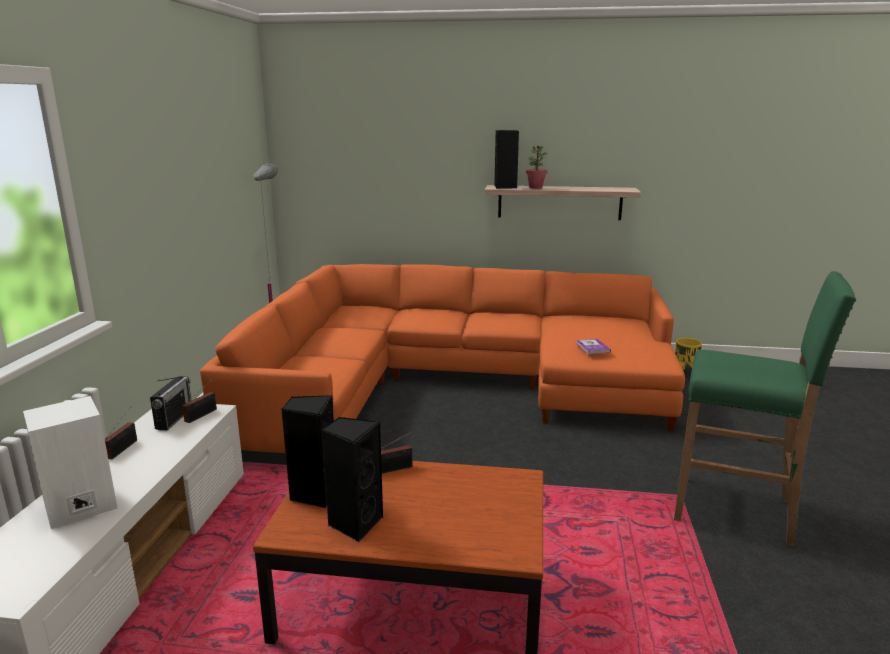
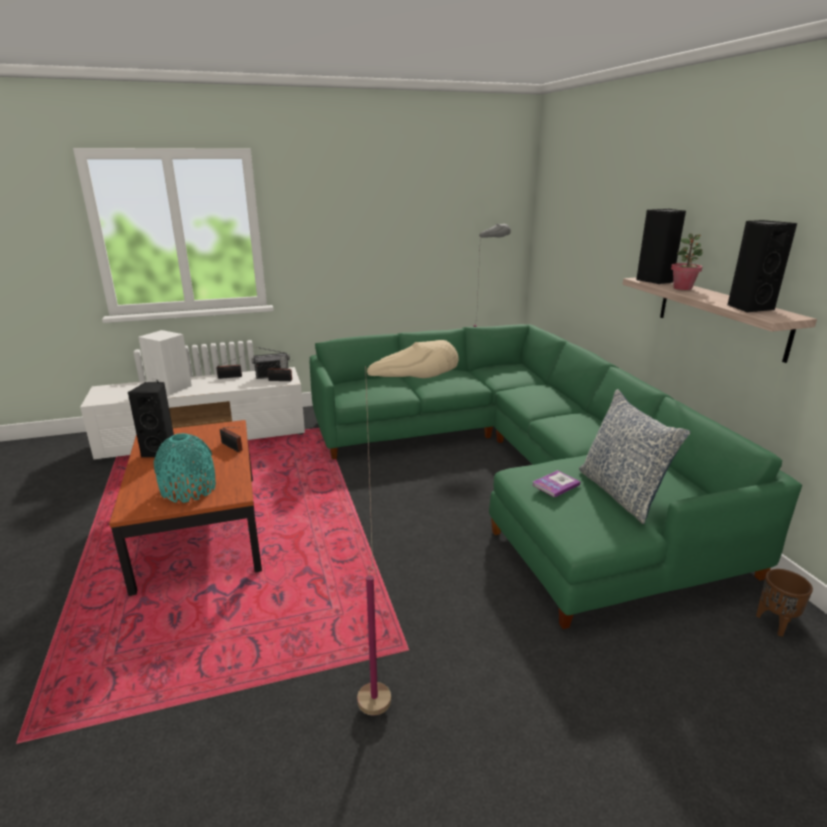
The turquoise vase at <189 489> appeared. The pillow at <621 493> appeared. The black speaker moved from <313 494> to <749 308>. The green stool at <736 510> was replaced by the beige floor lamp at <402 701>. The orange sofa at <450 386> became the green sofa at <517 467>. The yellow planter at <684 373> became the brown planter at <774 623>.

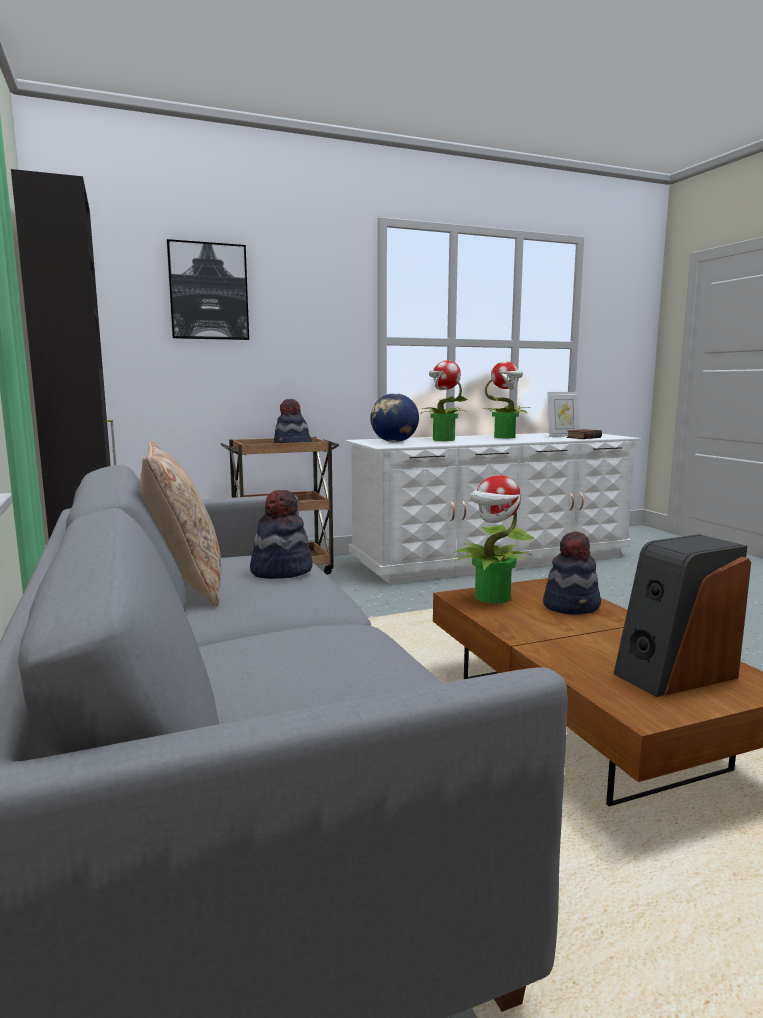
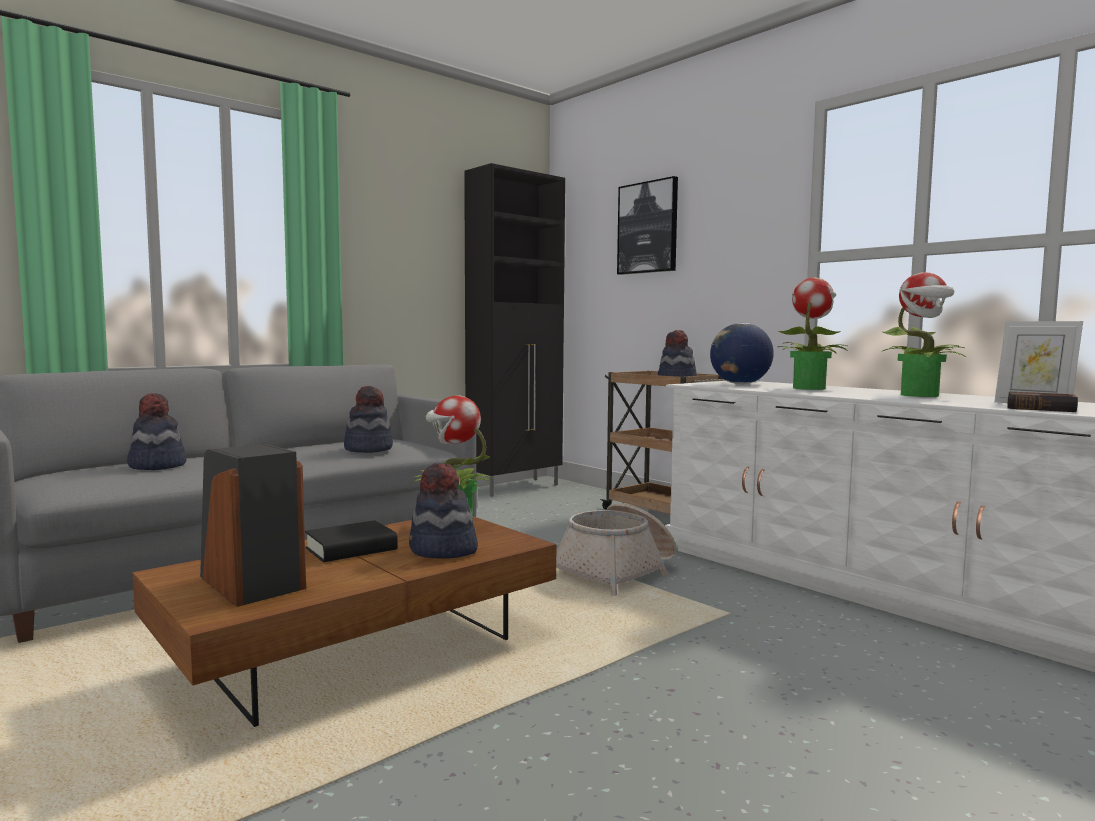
The beige pillow at <185 585> disappeared. The hat at <156 466> appeared. The black book at <351 549> appeared. The basket at <617 572> appeared.

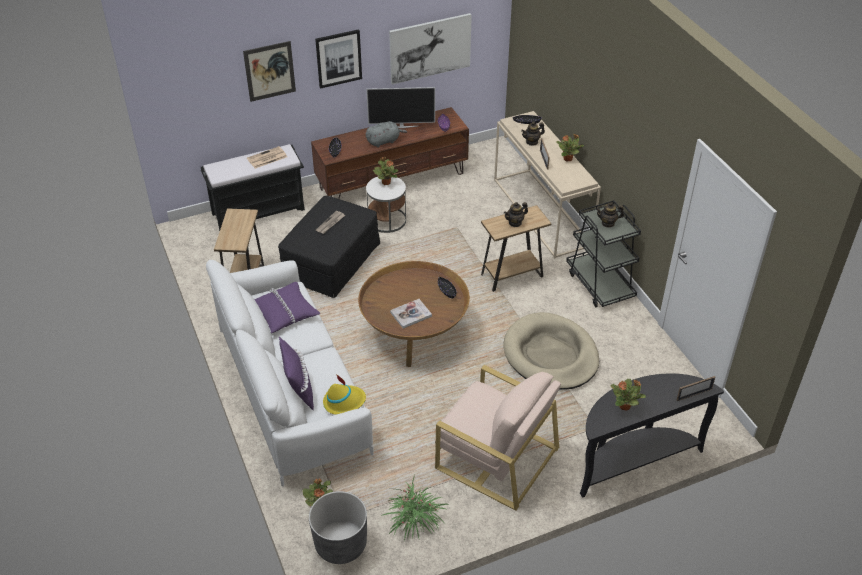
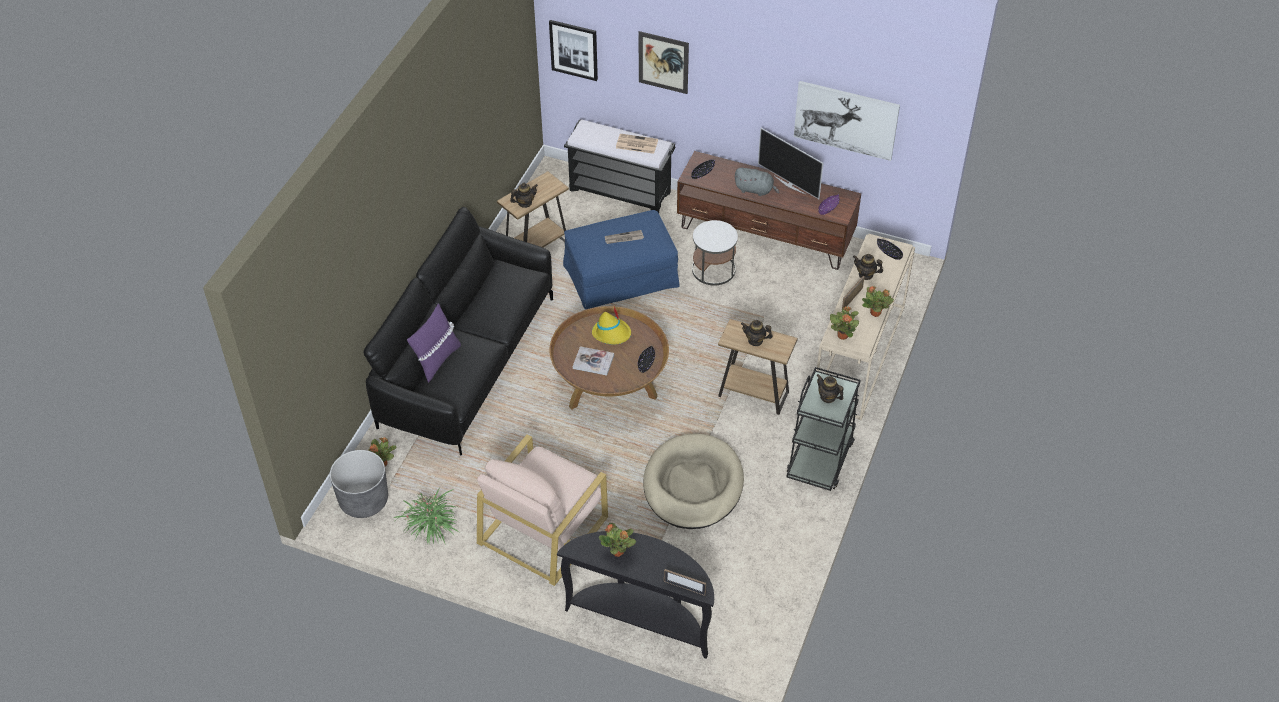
The purple pillow at <285 312> disappeared. The teapot at <525 203> appeared. The picture moved from <338 58> to <574 49>. The yellow hat moved from <344 401> to <612 333>. The potted plant moved from <386 182> to <843 335>. The white sofa at <292 389> became the black sofa at <467 361>. The black ottoman at <331 263> became the blue ottoman at <620 277>. The beige armchair at <496 457> turned 45 degrees clockwise.

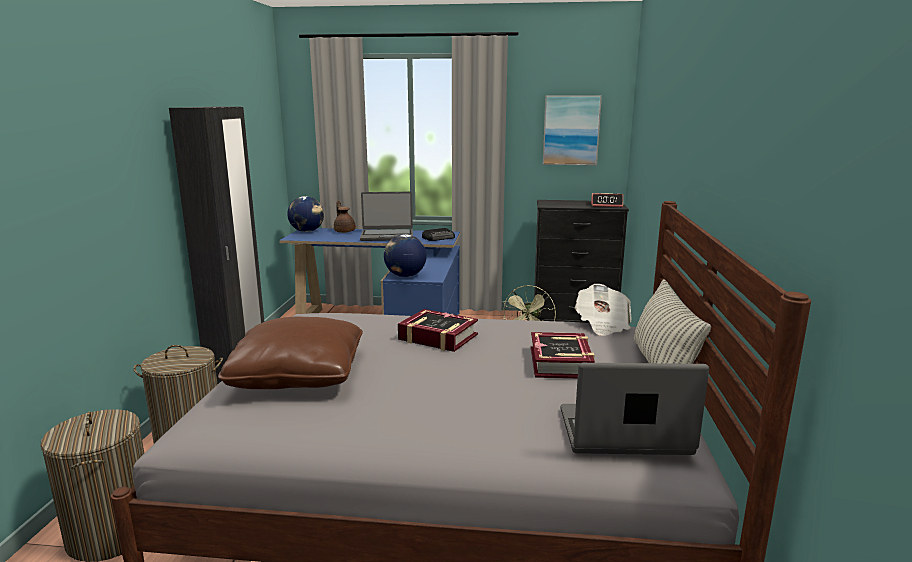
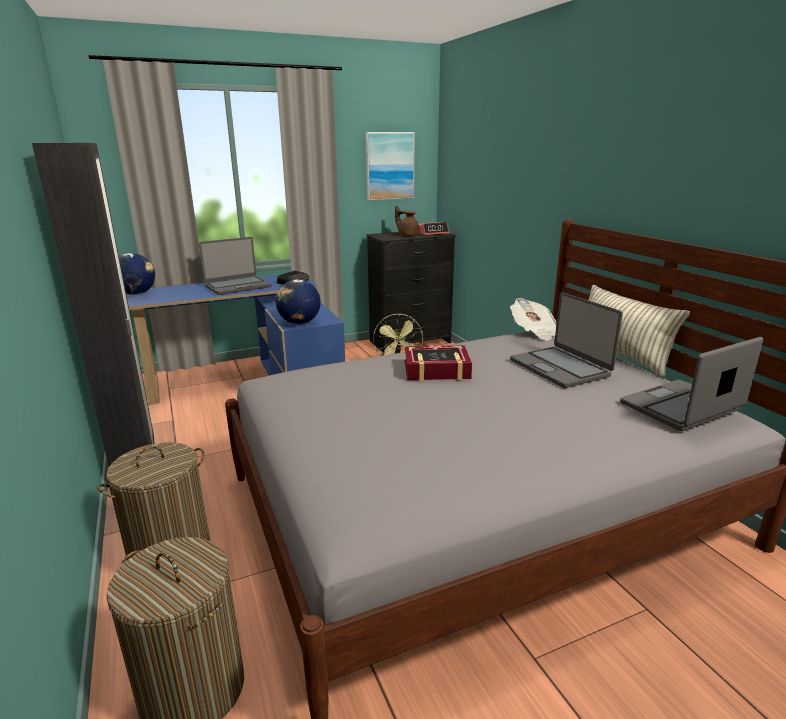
The brown pillow at <297 375> disappeared. The brown teapot moved from <344 231> to <408 235>. The book at <561 363> was replaced by the laptop at <560 368>.

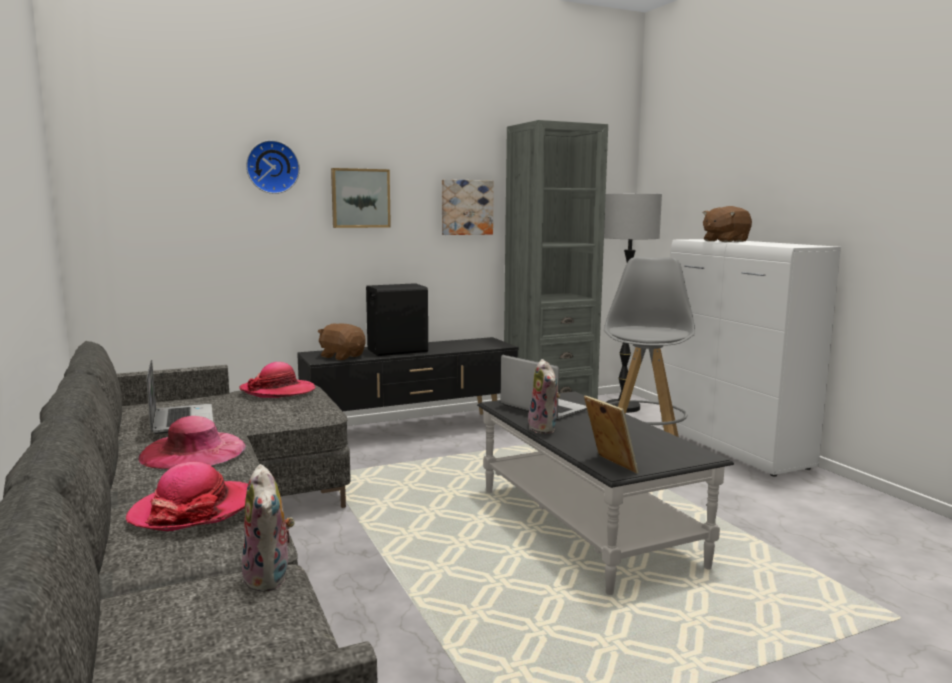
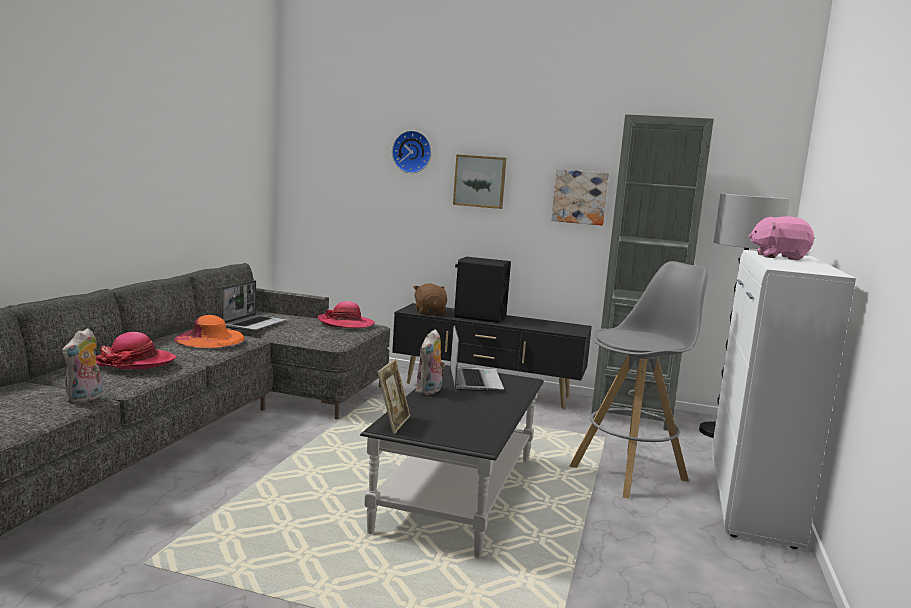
The pink hat at <193 451> became the orange hat at <209 339>. The brown plush toy at <725 241> became the pink plush toy at <778 257>.

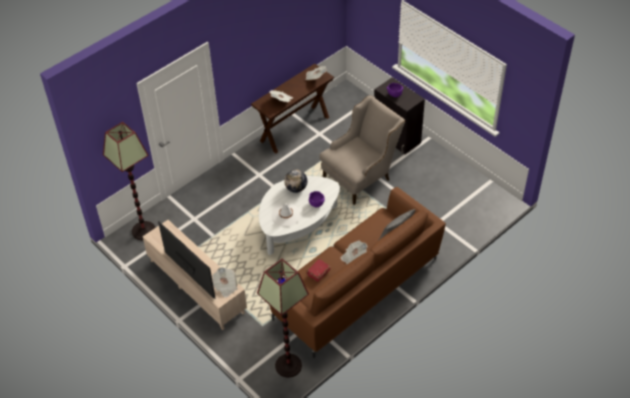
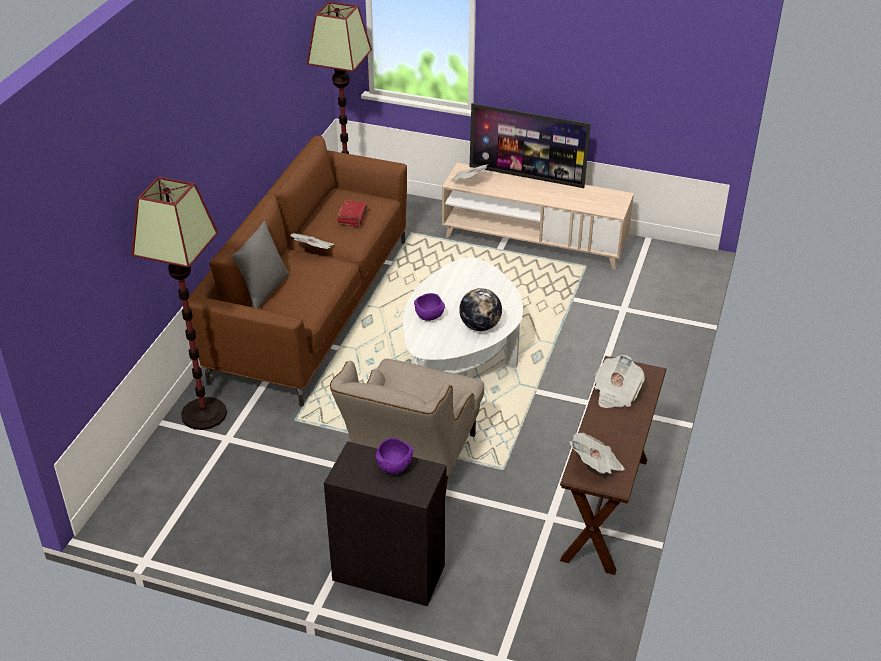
The white hat at <286 215> disappeared. The floor lamp moved from <143 231> to <204 413>.

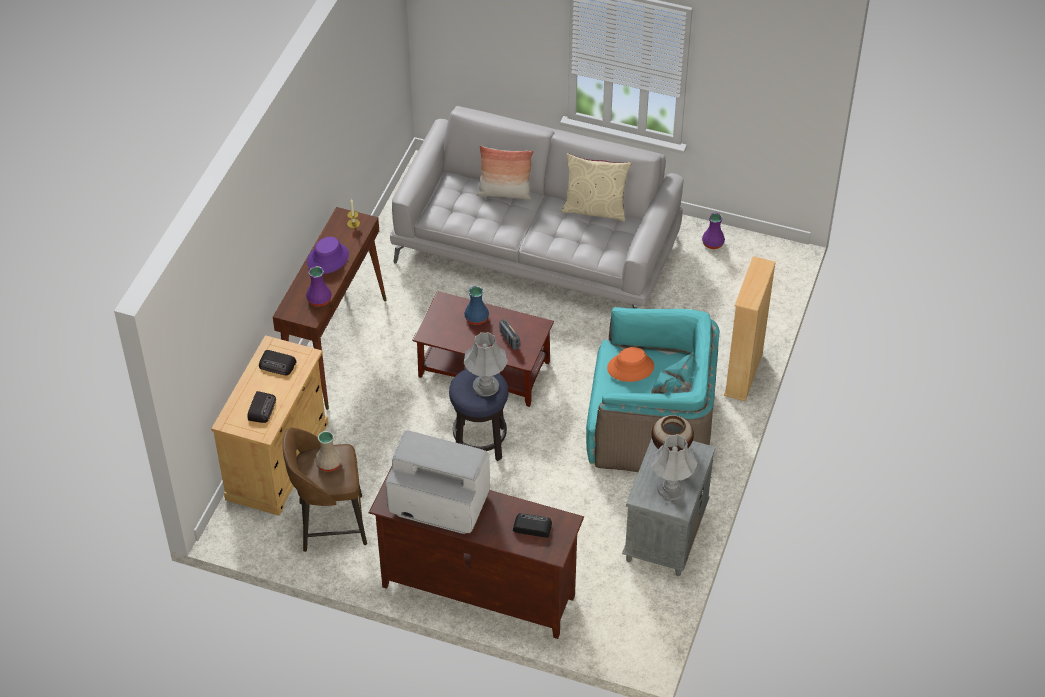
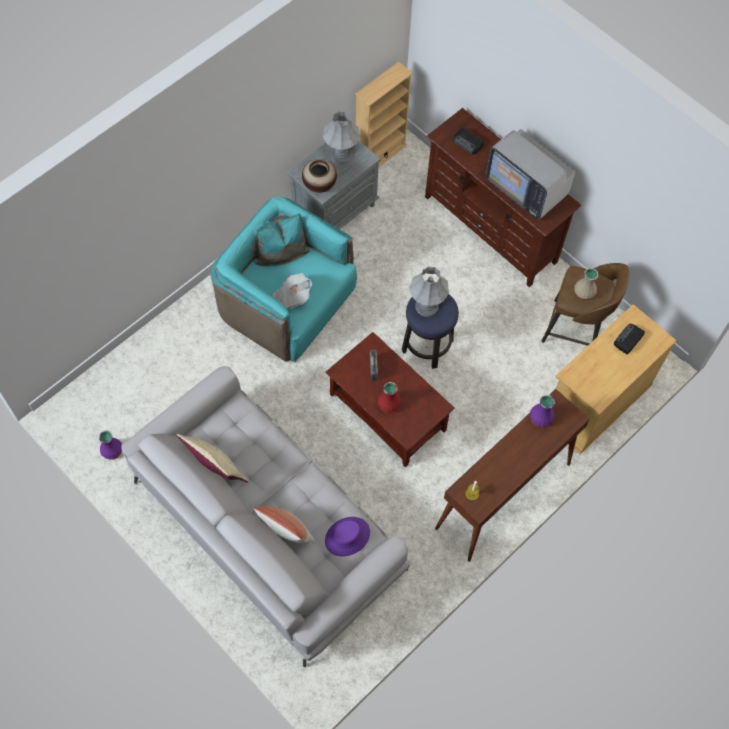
The radio at <278 365> disappeared. The purple hat moved from <327 258> to <347 537>. The beige bookcase moved from <743 374> to <380 155>. The orange hat at <630 367> was replaced by the newspaper at <292 296>. The blue vase at <476 318> became the red vase at <389 403>.

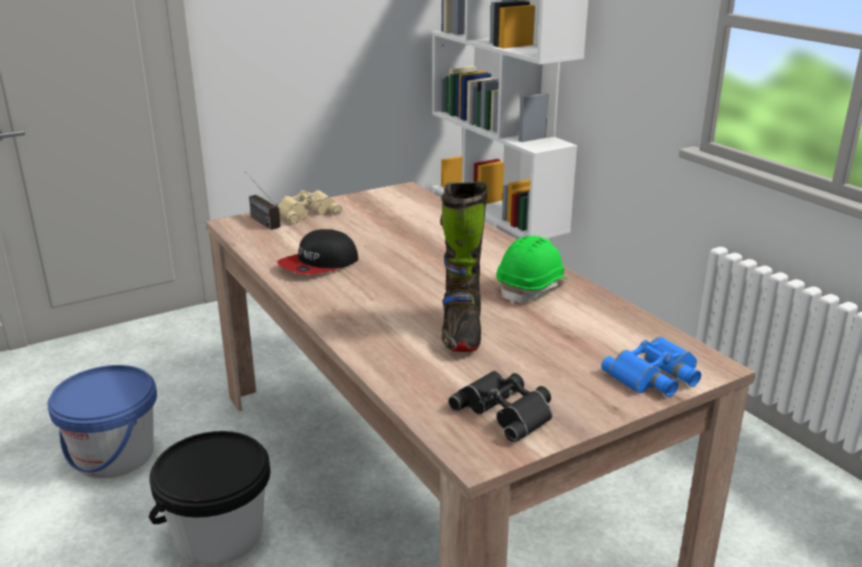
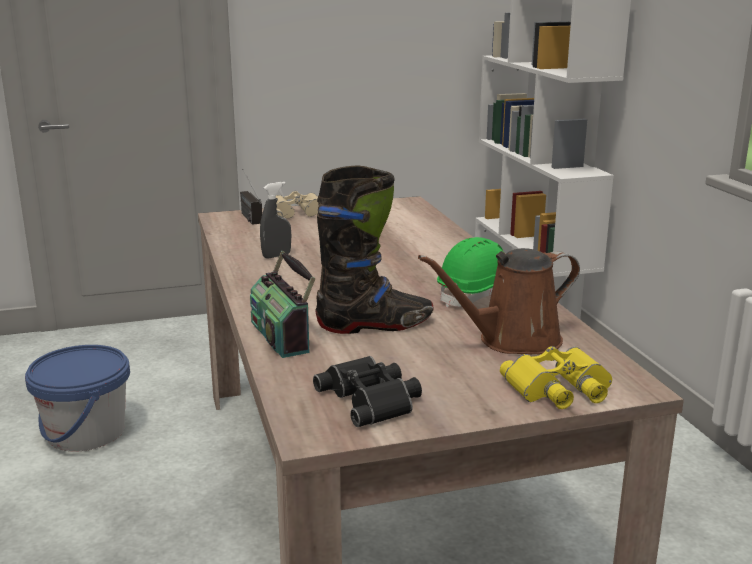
The black bucket at <219 534> disappeared. The radio at <282 336> appeared. The brown watering can at <512 341> appeared. The cap at <319 264> was replaced by the grey spray bottle at <276 256>. The blue binoculars at <655 376> became the yellow binoculars at <559 388>. The black boot at <461 332> turned 120 degrees counterclockwise.

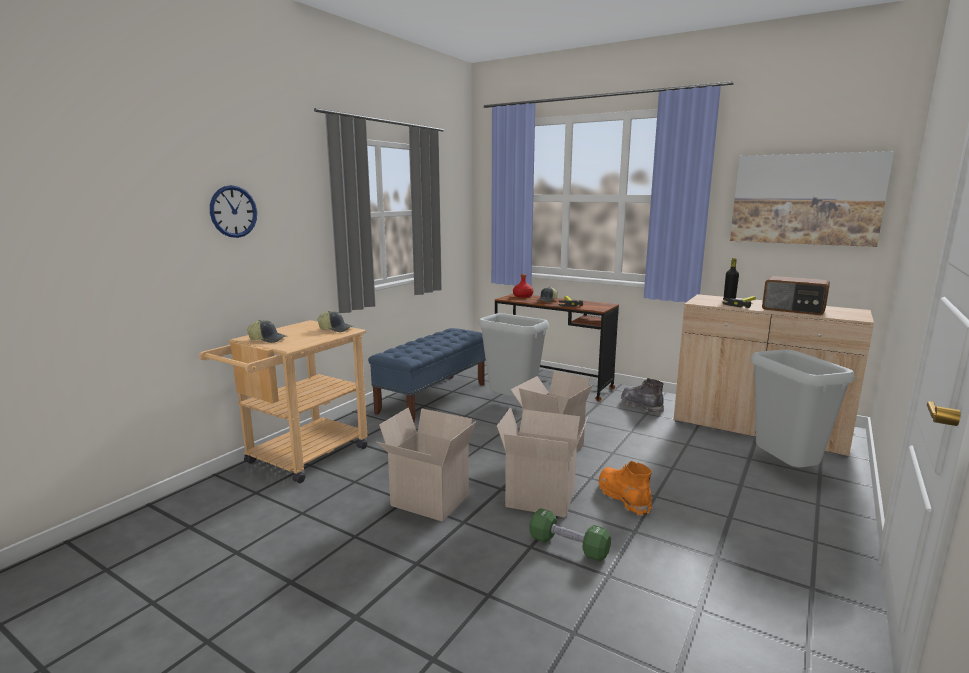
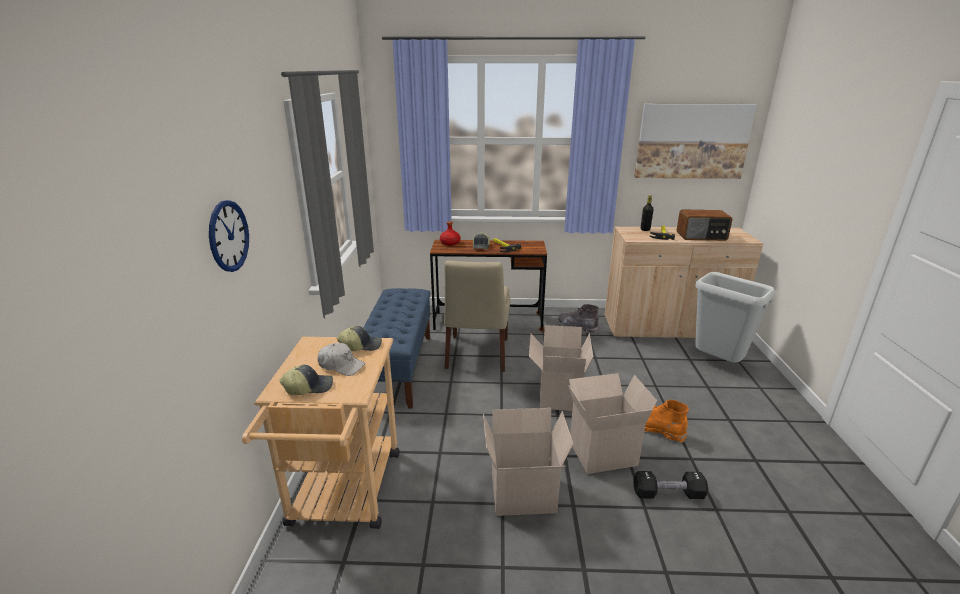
The white cap at <341 365> appeared. The grey trash can at <511 404> was replaced by the beige chair at <477 355>. The green dumbbell at <568 546> became the black dumbbell at <668 494>.

